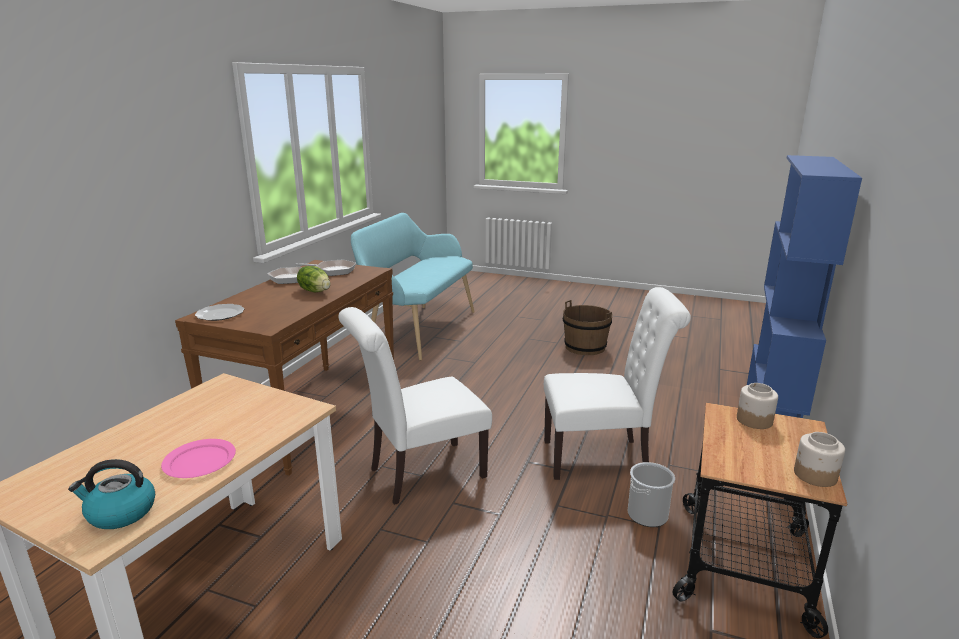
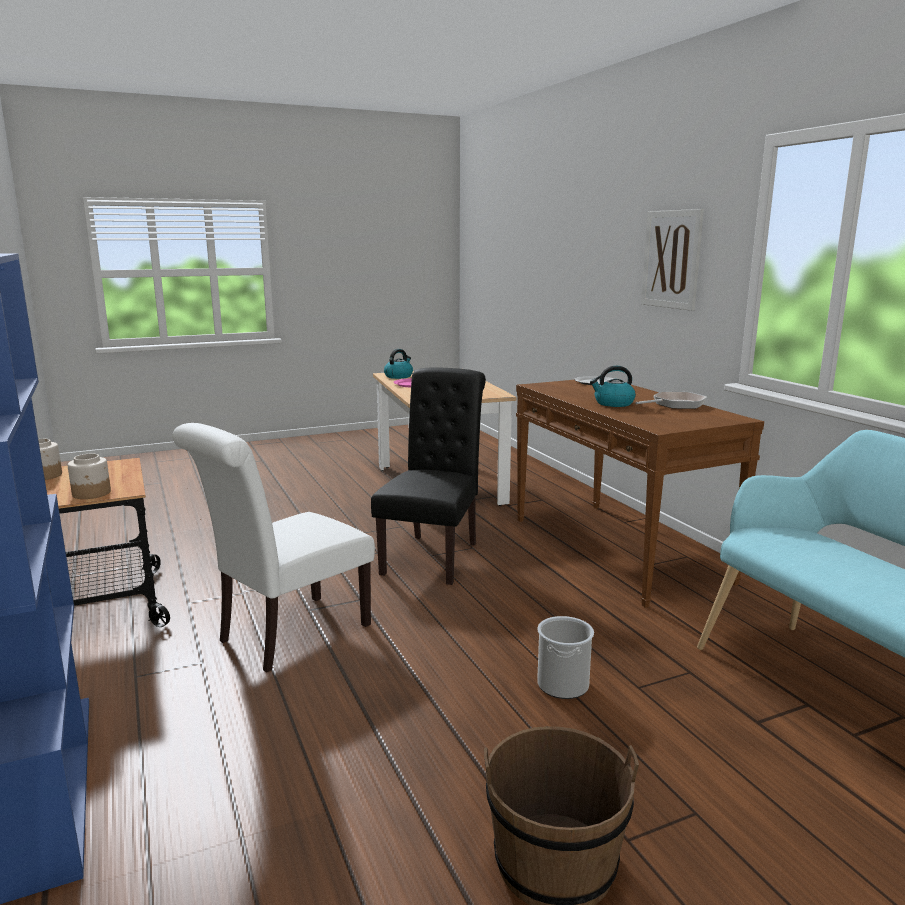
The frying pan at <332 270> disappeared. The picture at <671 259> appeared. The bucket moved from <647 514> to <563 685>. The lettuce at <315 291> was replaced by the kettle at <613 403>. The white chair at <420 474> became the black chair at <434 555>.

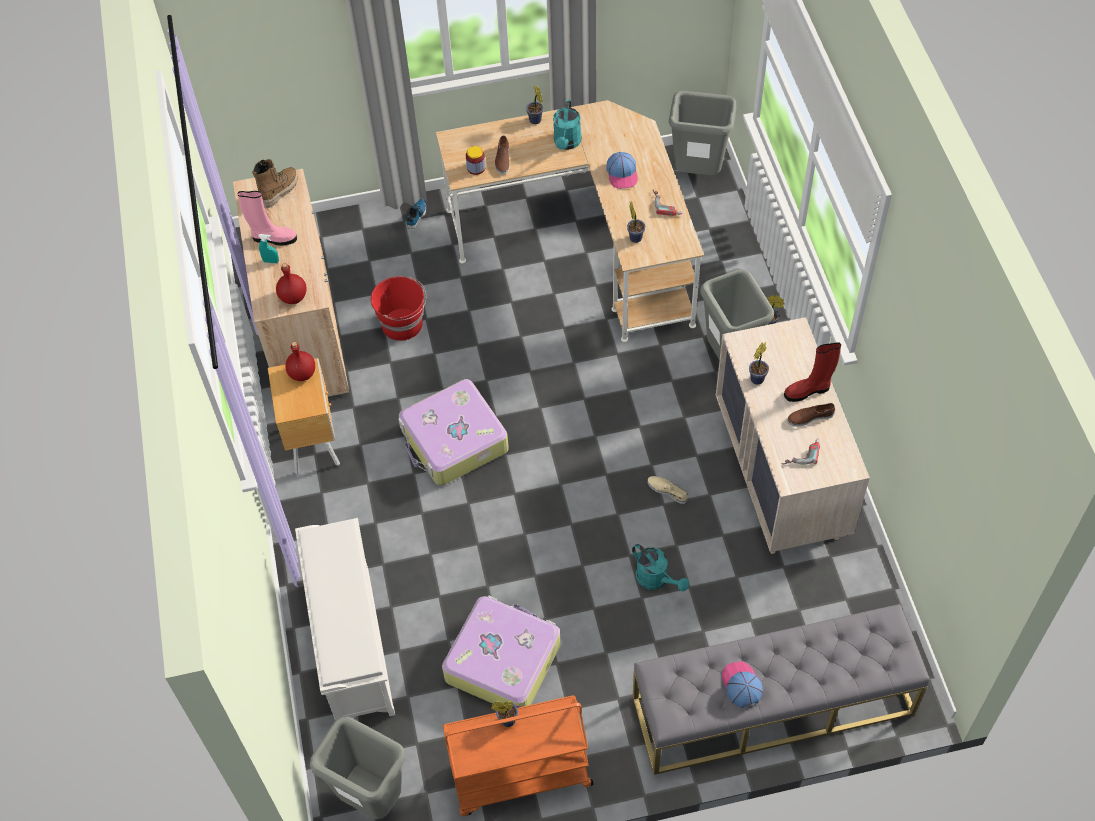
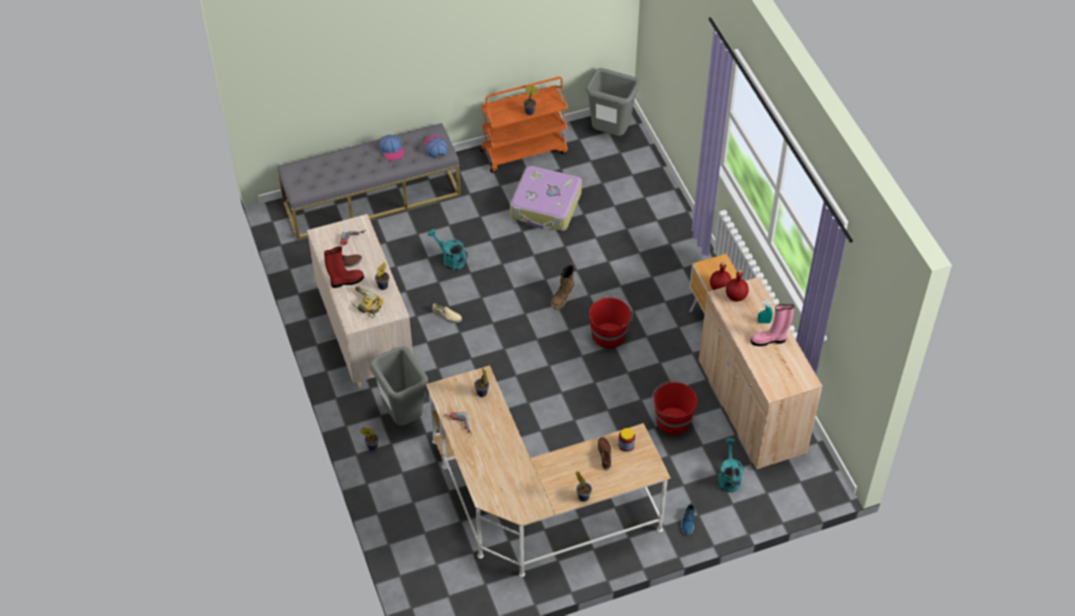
The white shoe rack at <352 644> disappeared. The grey trash can at <698 174> disappeared. The power drill at <365 304> appeared. The boot moved from <279 191> to <562 298>. The turquoise watering can moved from <567 143> to <728 477>. The cap moved from <622 174> to <435 147>. The suitcase at <454 441> was replaced by the red bucket at <609 335>.

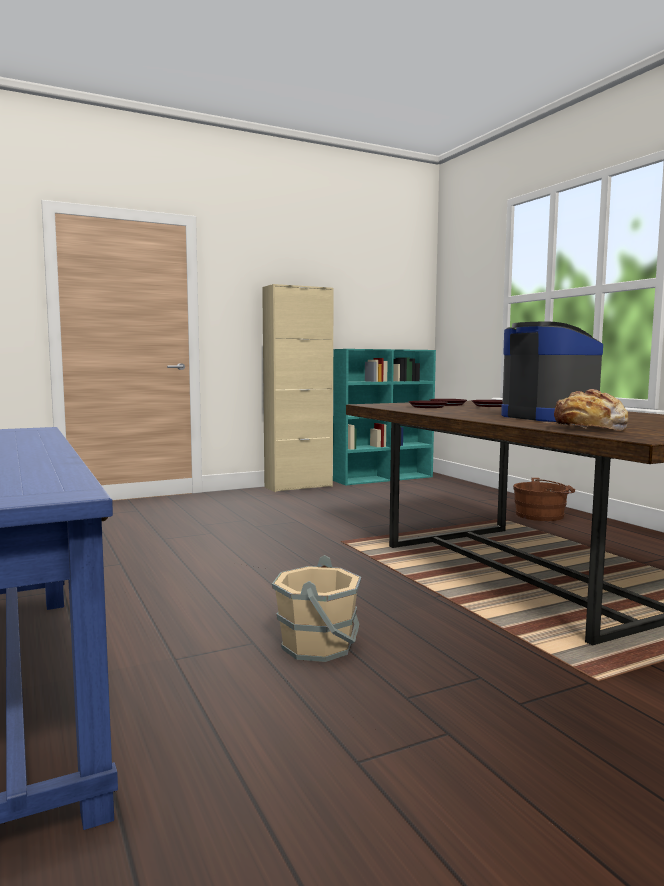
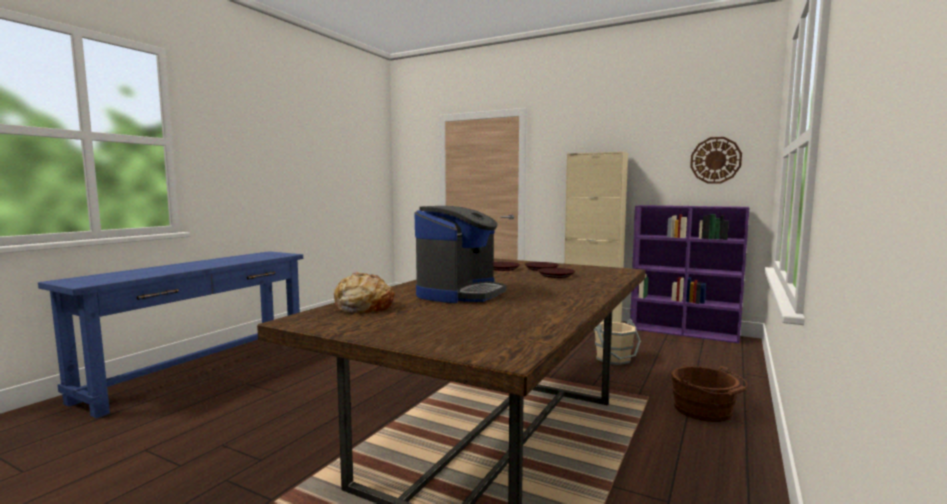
The wall clock at <715 160> appeared. The beige bucket moved from <319 645> to <614 359>. The turquoise bookcase at <384 478> became the purple bookcase at <684 332>.

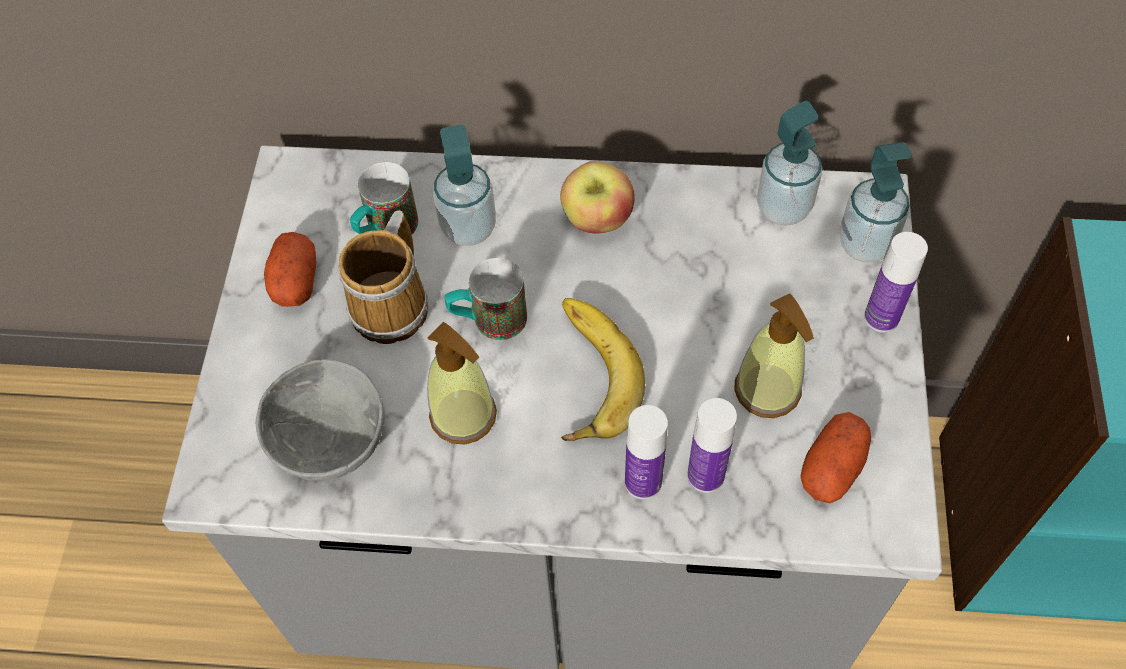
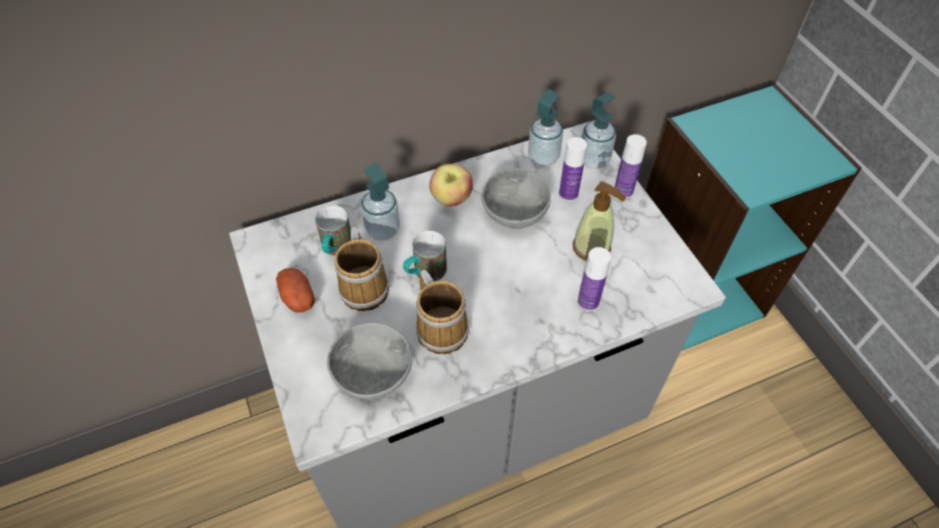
The banana at <583 375> disappeared. The potato at <832 468> disappeared. The grey bowl at <513 213> appeared. The bottle moved from <643 482> to <568 194>. The soap dispenser at <464 416> was replaced by the mug at <442 327>.

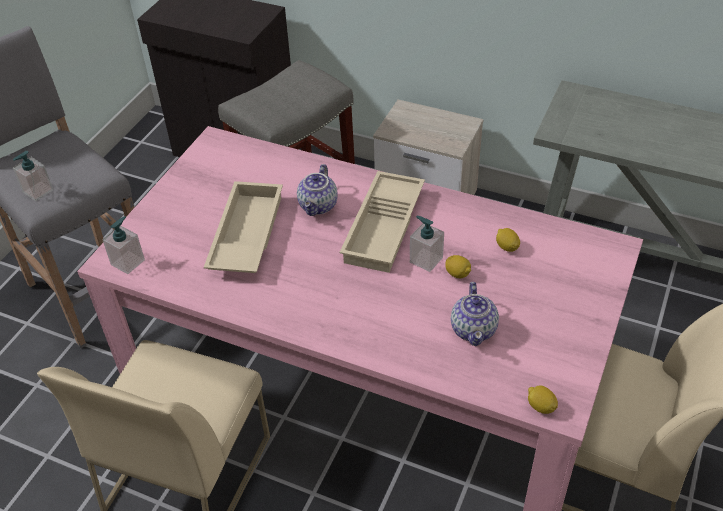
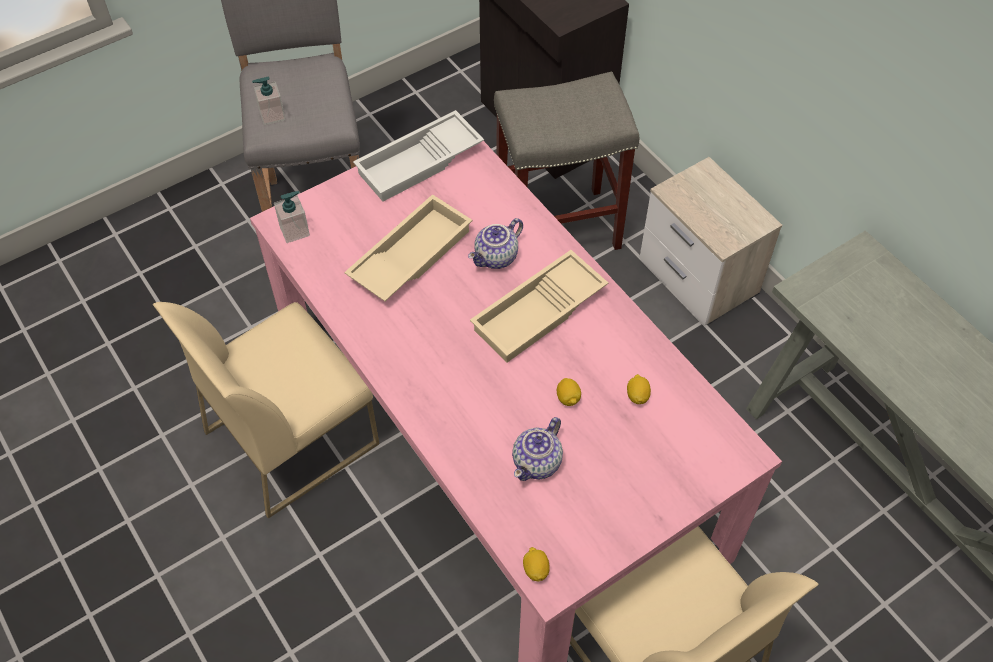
The soap dispenser at <426 260> disappeared. The white tray at <420 163> appeared.

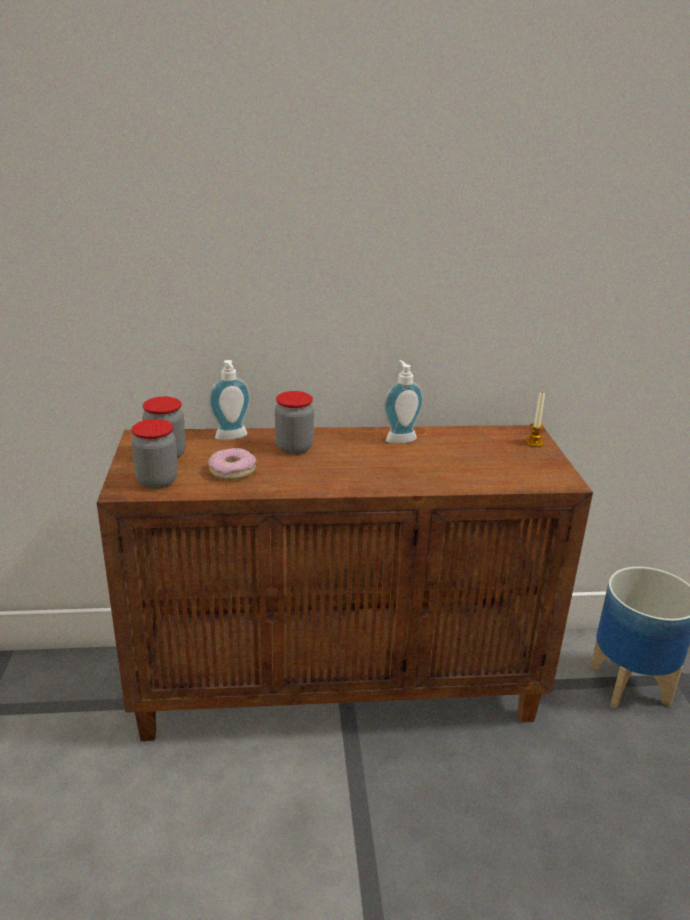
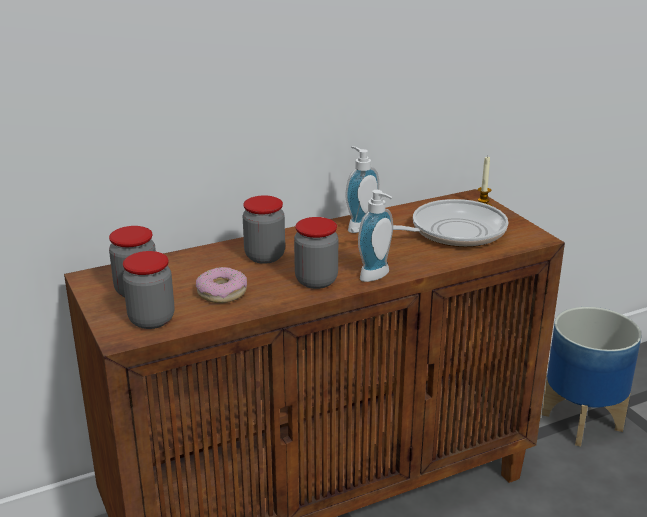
The jar at <316 281> appeared. The frying pan at <449 232> appeared. The soap dispenser moved from <232 438> to <377 276>.

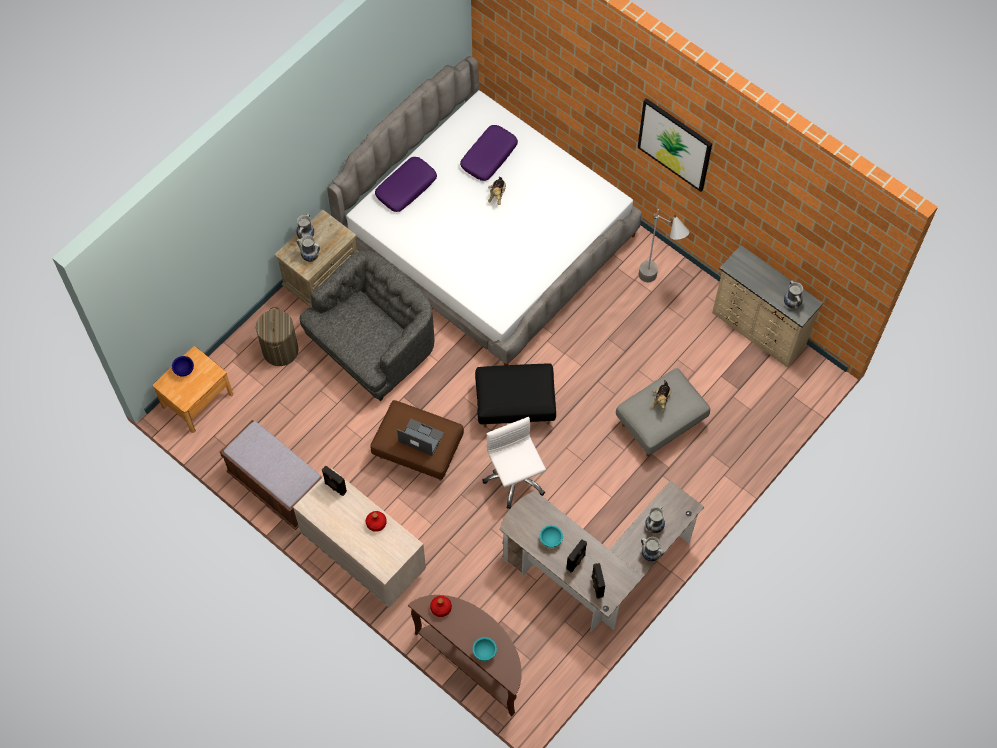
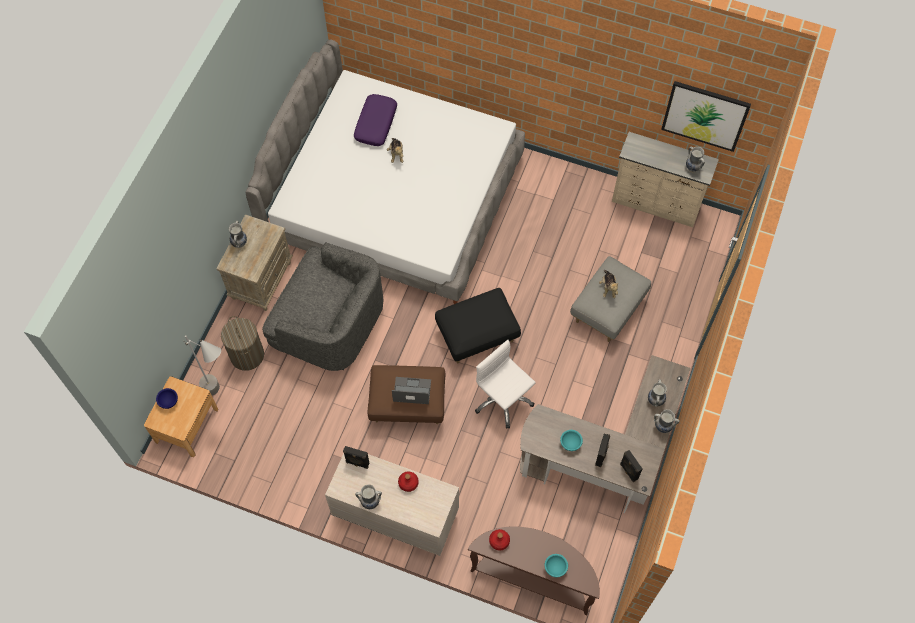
The brown bench at <277 487> disappeared. The purple pillow at <406 188> disappeared. The vase moved from <310 256> to <370 502>. The picture moved from <675 144> to <705 115>. The grey floor lamp moved from <657 285> to <222 395>. The grey armchair at <372 345> turned 90 degrees clockwise.

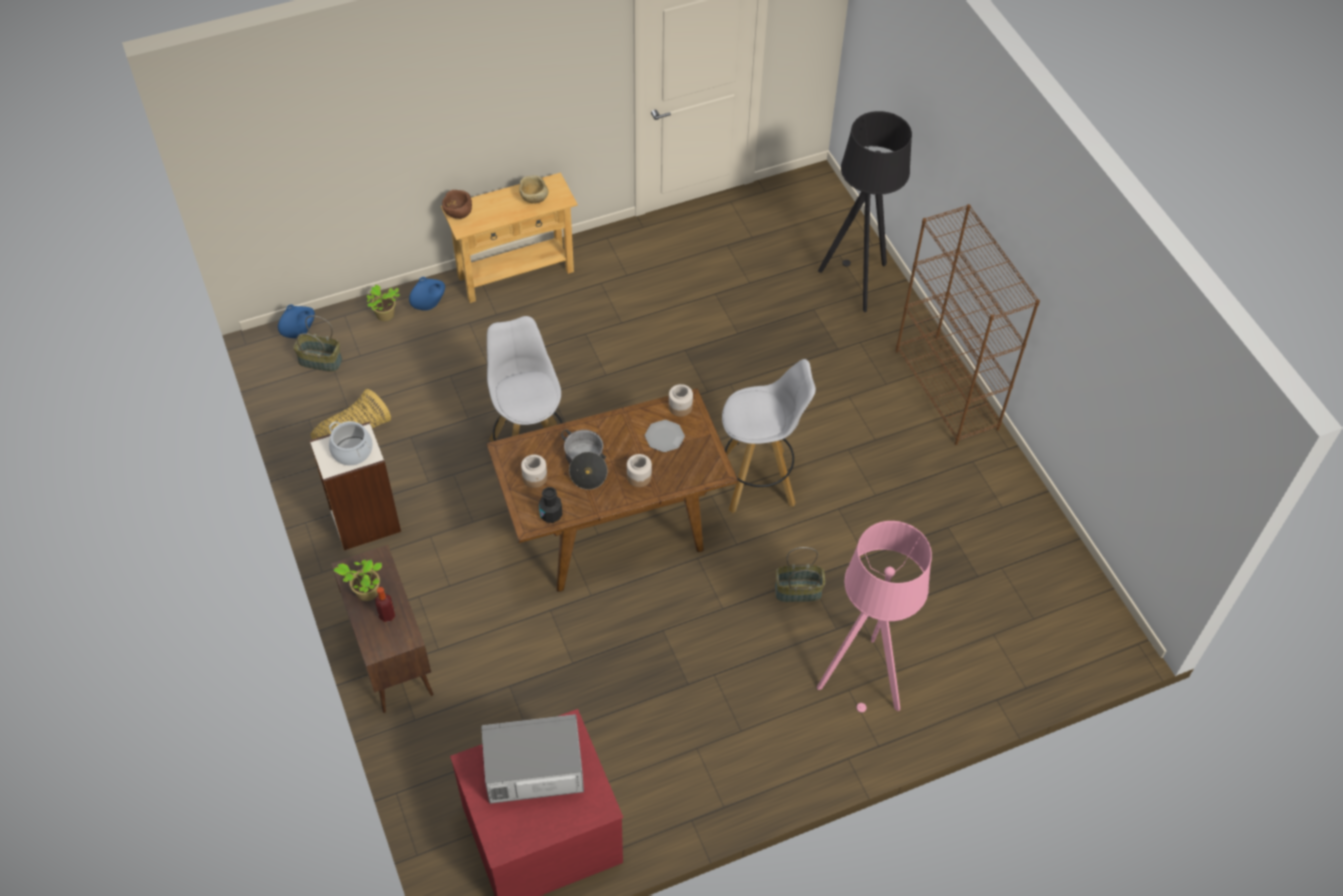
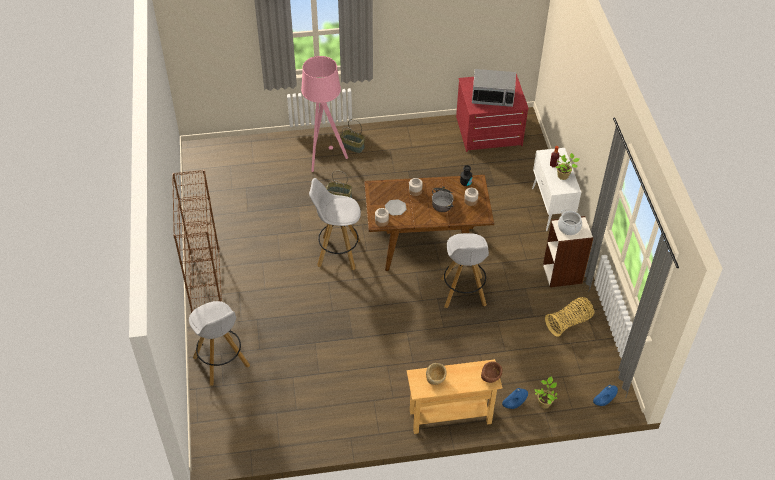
The basket moved from <319 361> to <353 146>. The black floor lamp at <856 282> was replaced by the white stool at <222 362>. The brown cabinet at <391 655> became the white cabinet at <551 208>.

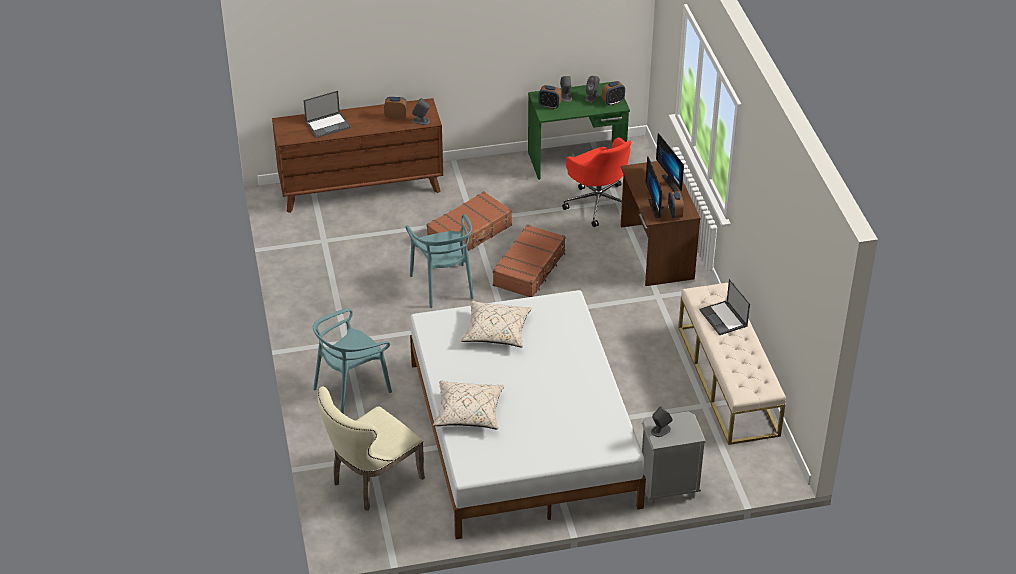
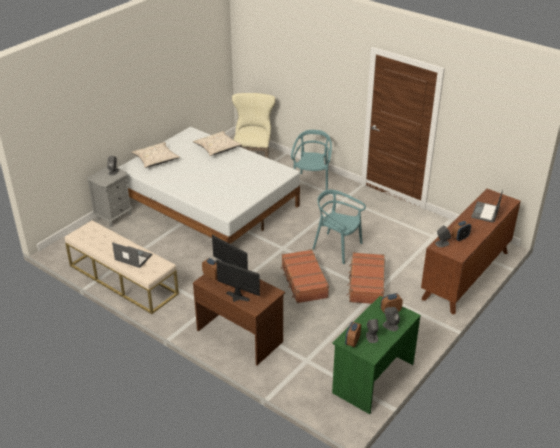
The red office chair at <598 203> disappeared. The beige pillow moved from <496 332> to <156 160>.

